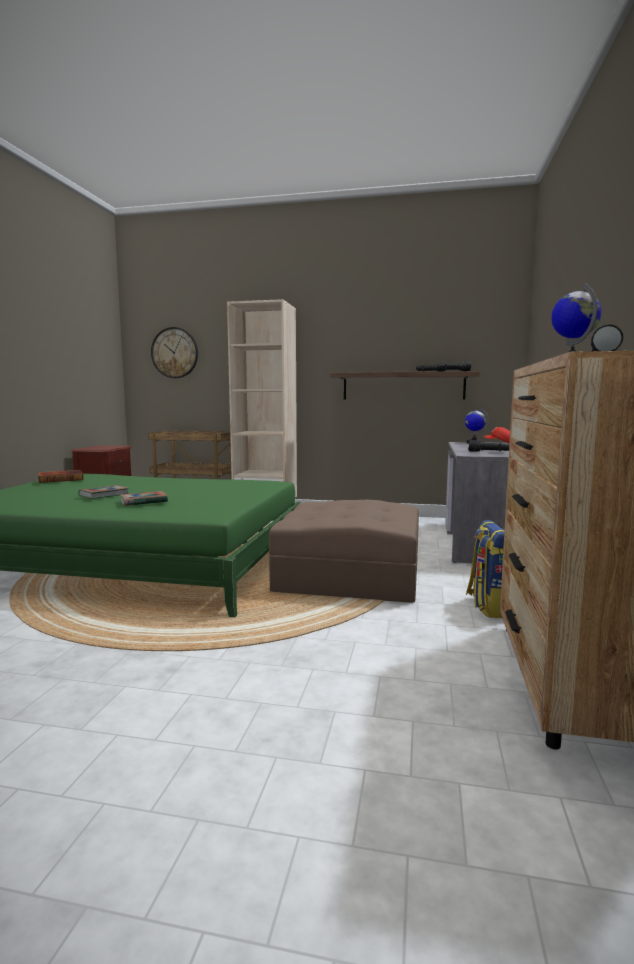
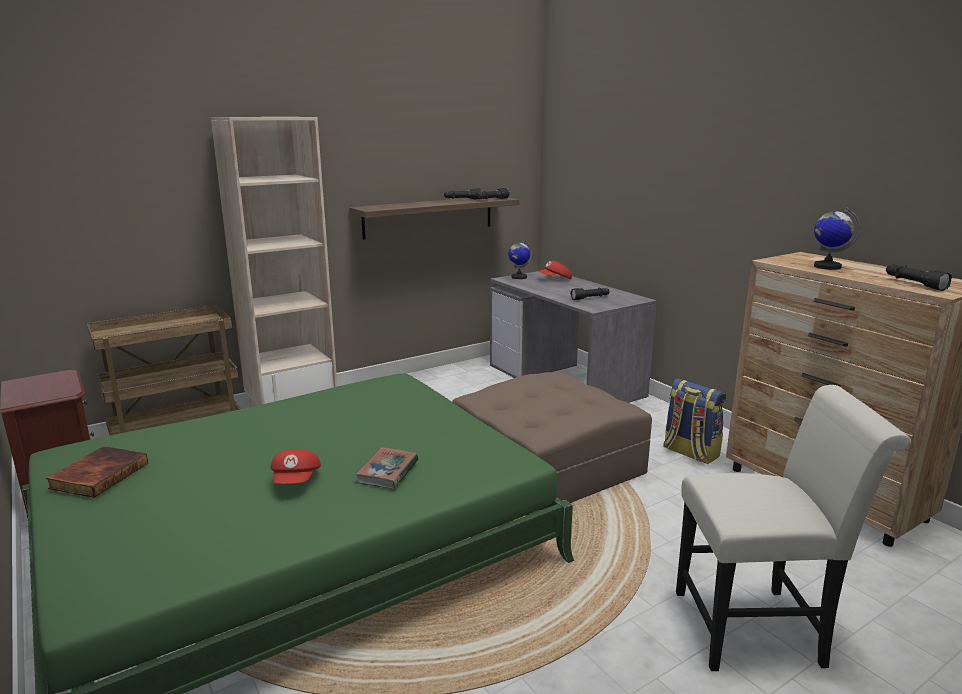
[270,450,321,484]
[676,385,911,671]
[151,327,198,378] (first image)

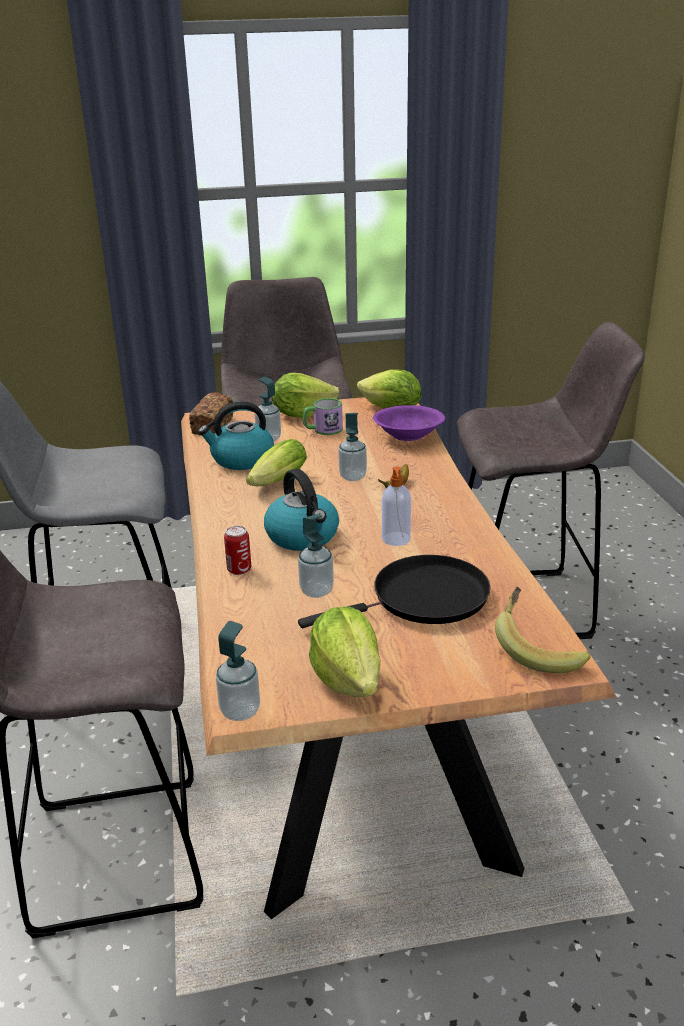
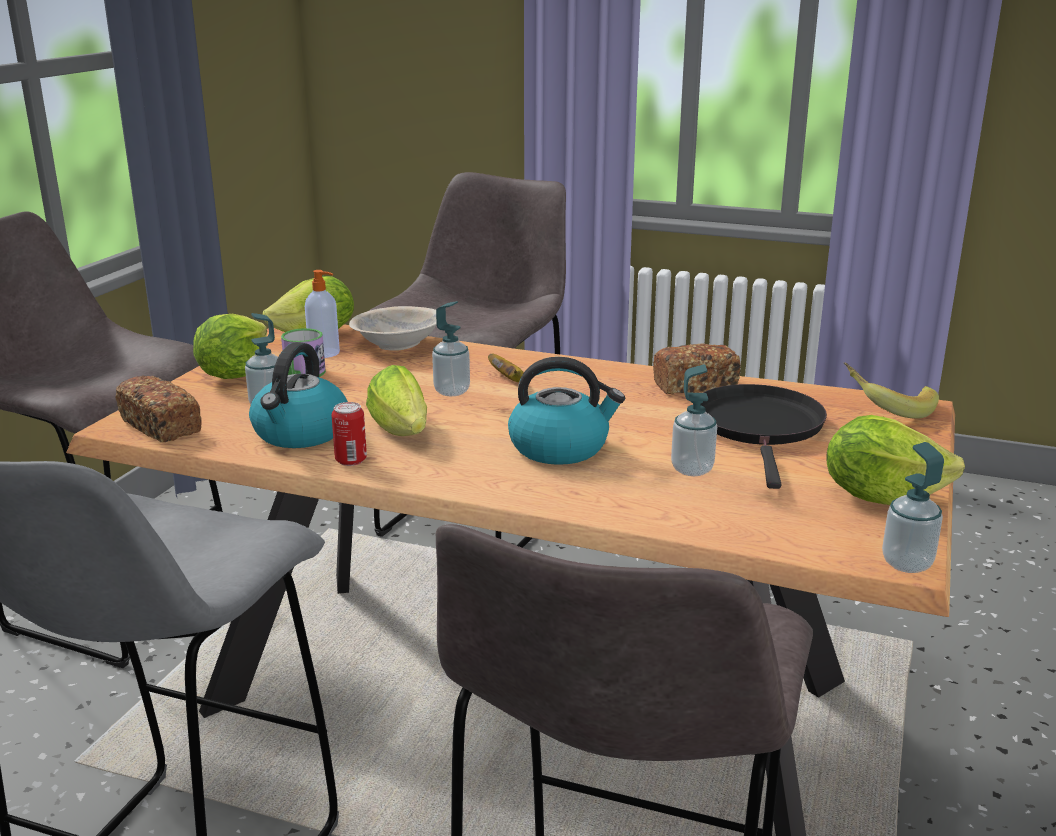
[305,270,340,358]
[332,402,367,466]
[349,306,437,351]
[653,343,741,395]

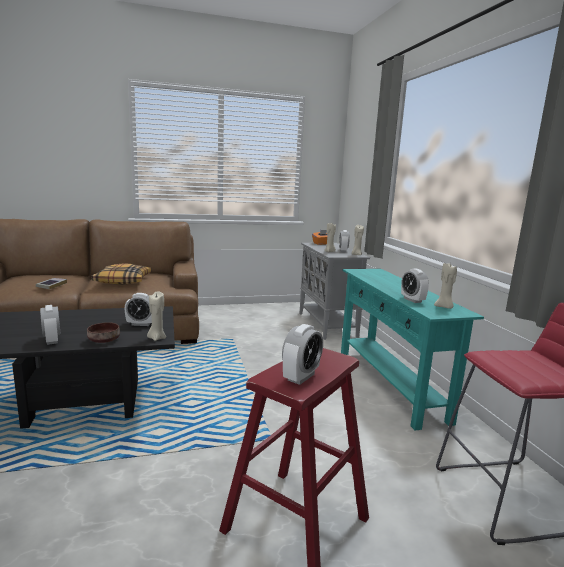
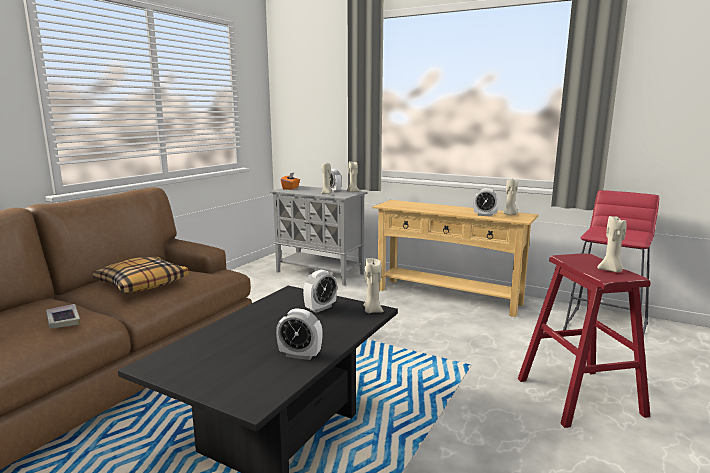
[372,200,539,317]
[597,215,627,273]
[87,322,120,343] (first image)

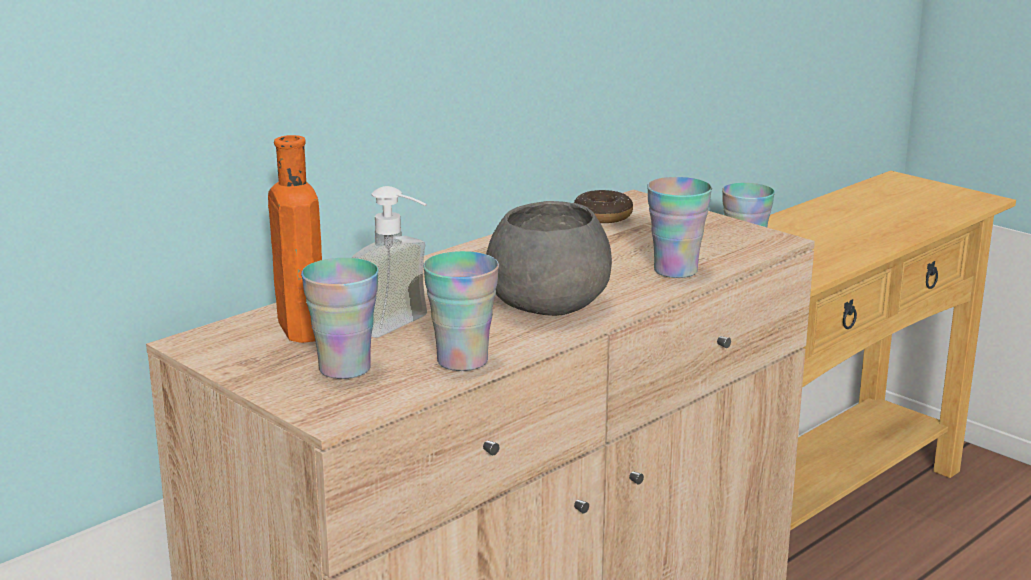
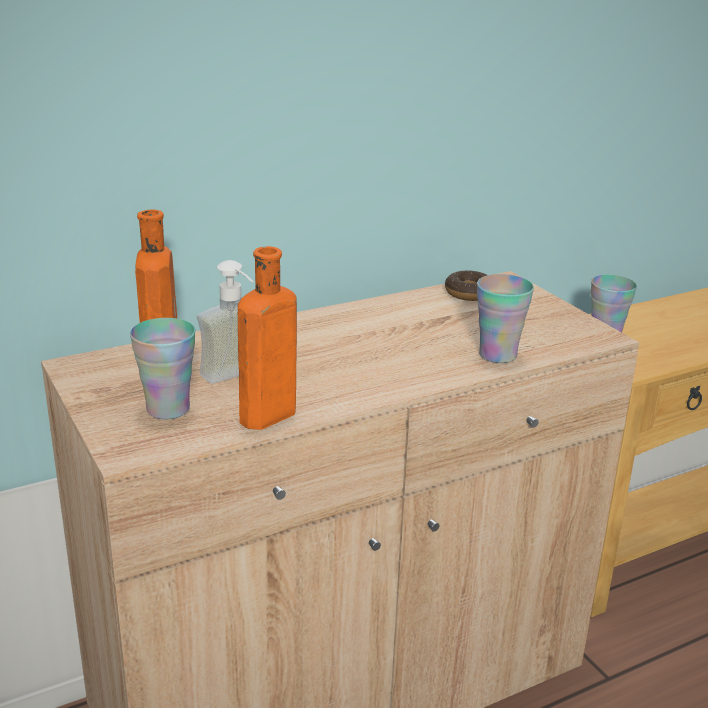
[238,246,297,430]
[486,201,612,316] (first image)

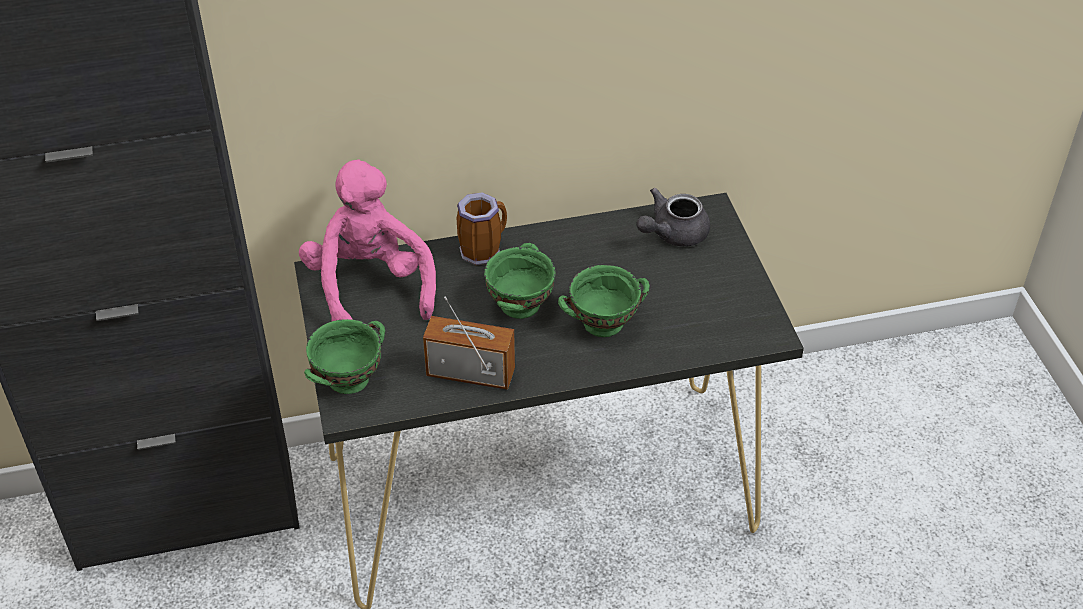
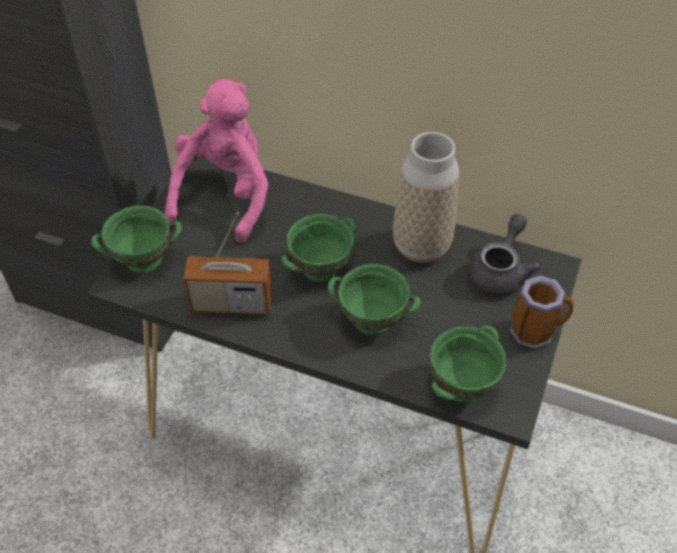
[183,212,272,315]
[393,132,459,263]
[430,325,507,402]
[467,214,542,297]
[510,275,574,349]

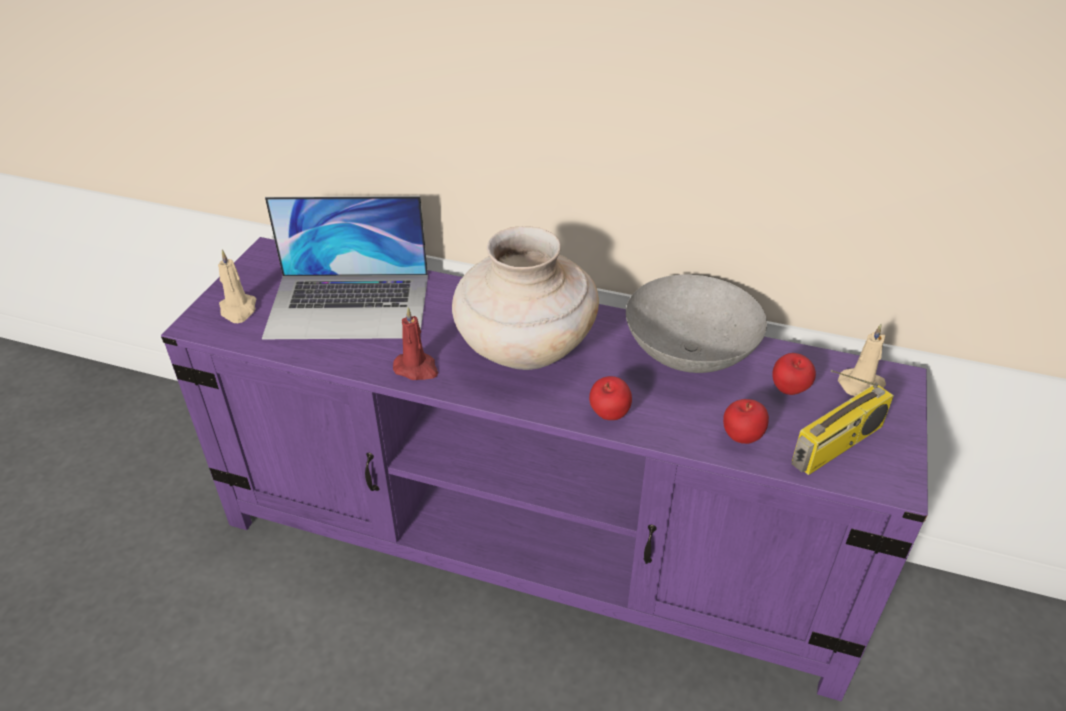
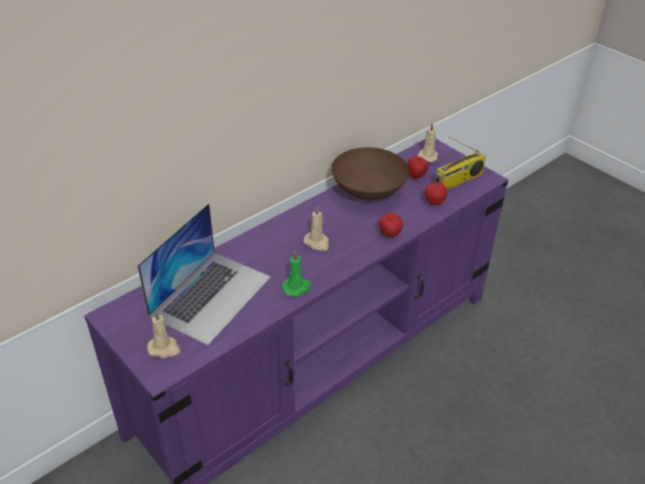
[282,251,311,297]
[303,207,329,251]
[331,147,409,200]
[435,137,486,190]

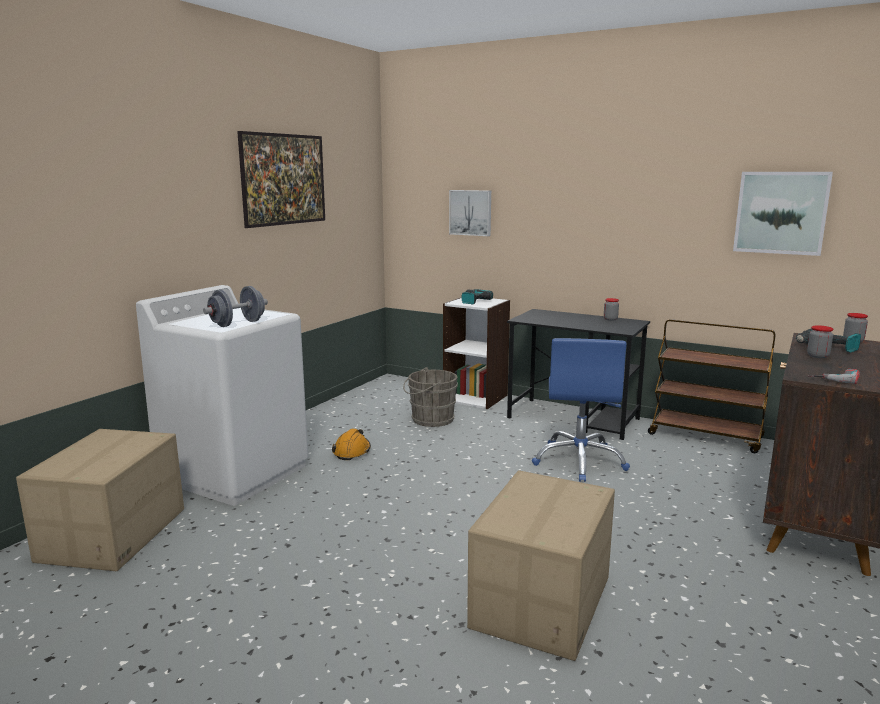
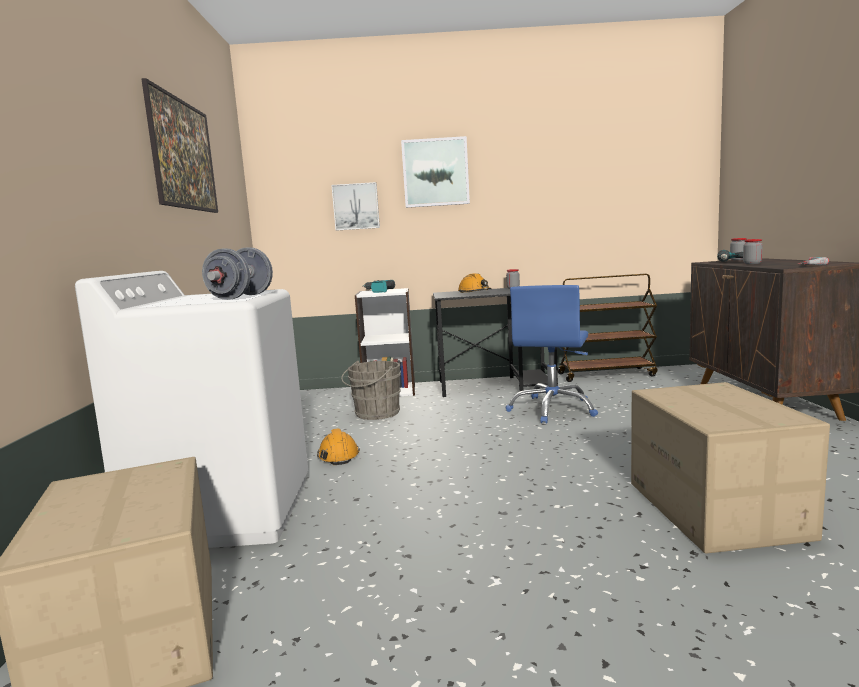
[401,136,470,208]
[458,273,492,293]
[506,285,598,424]

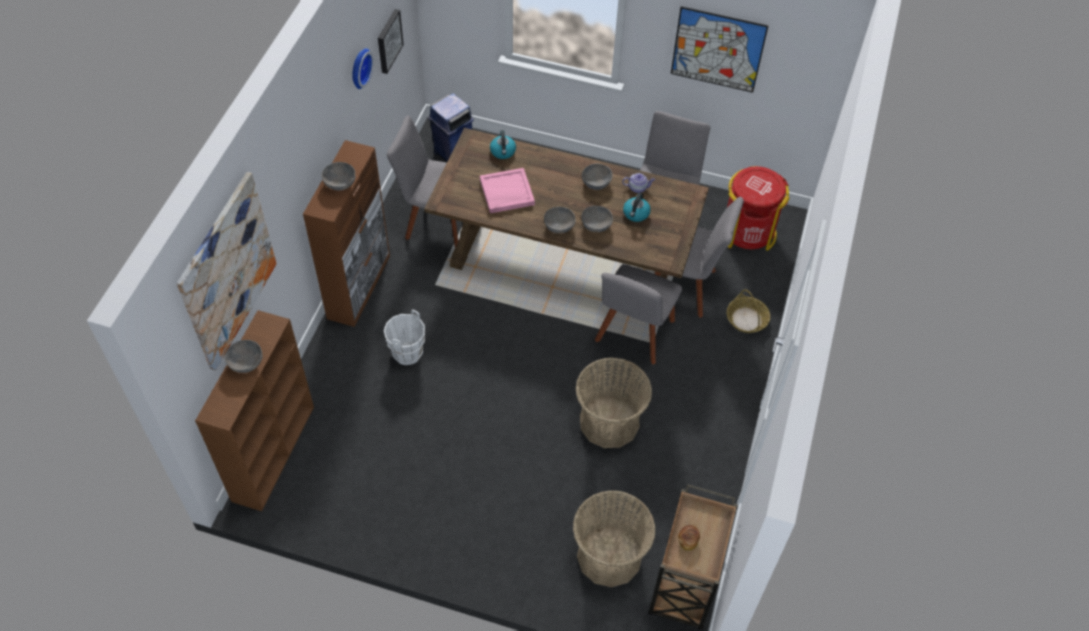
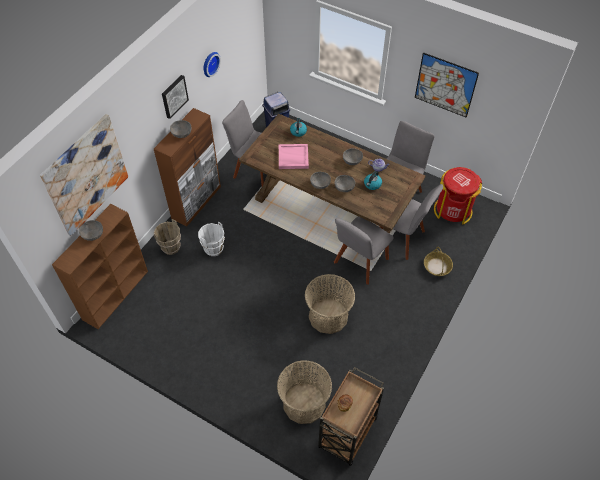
[154,219,181,255]
[162,75,189,119]

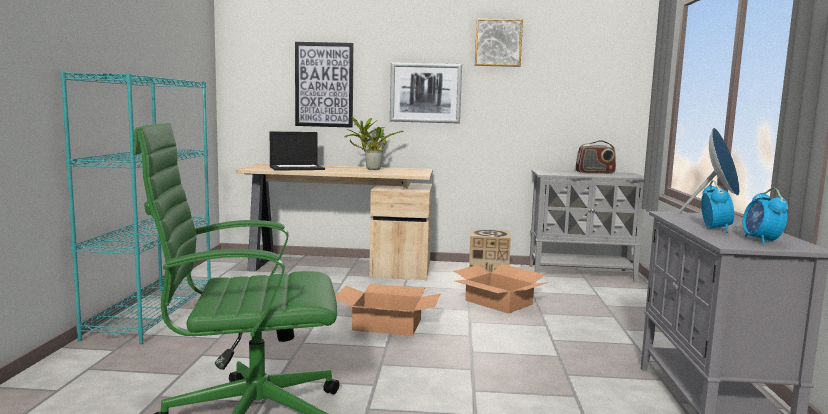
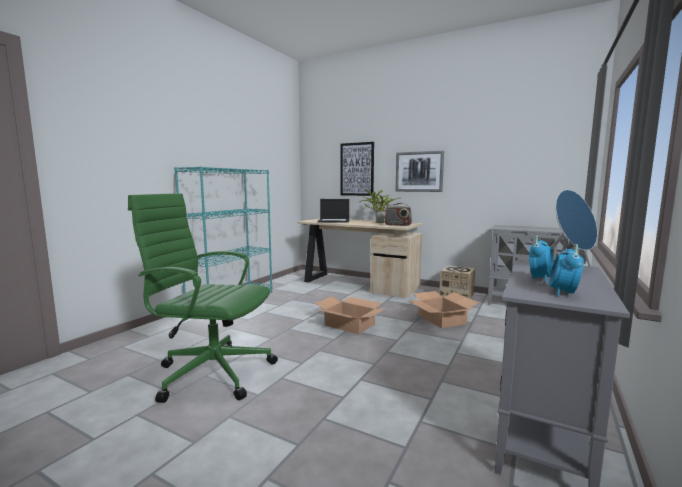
[385,203,412,226]
[475,18,523,67] (first image)

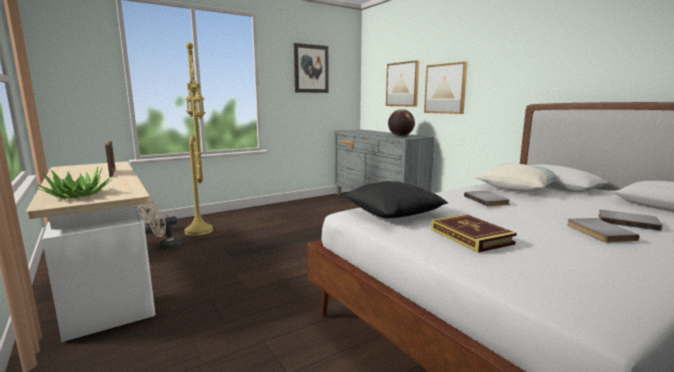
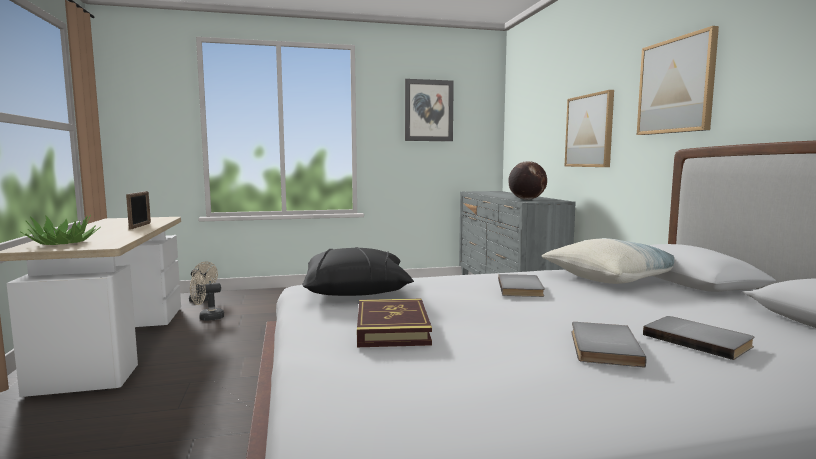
[637,26,719,135]
[184,42,213,236] (first image)

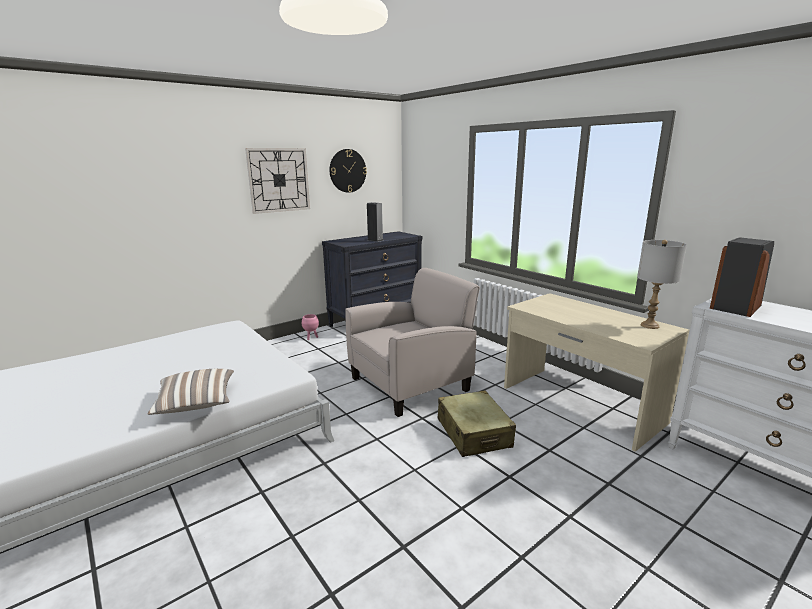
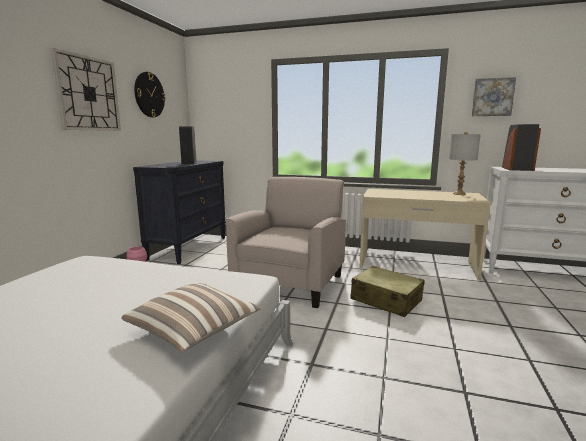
[471,77,516,116]

